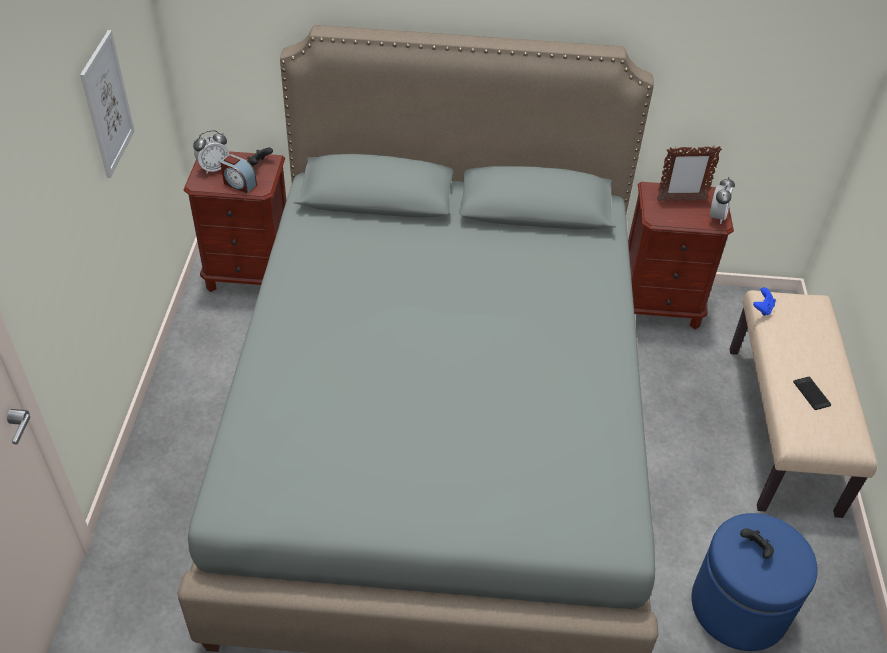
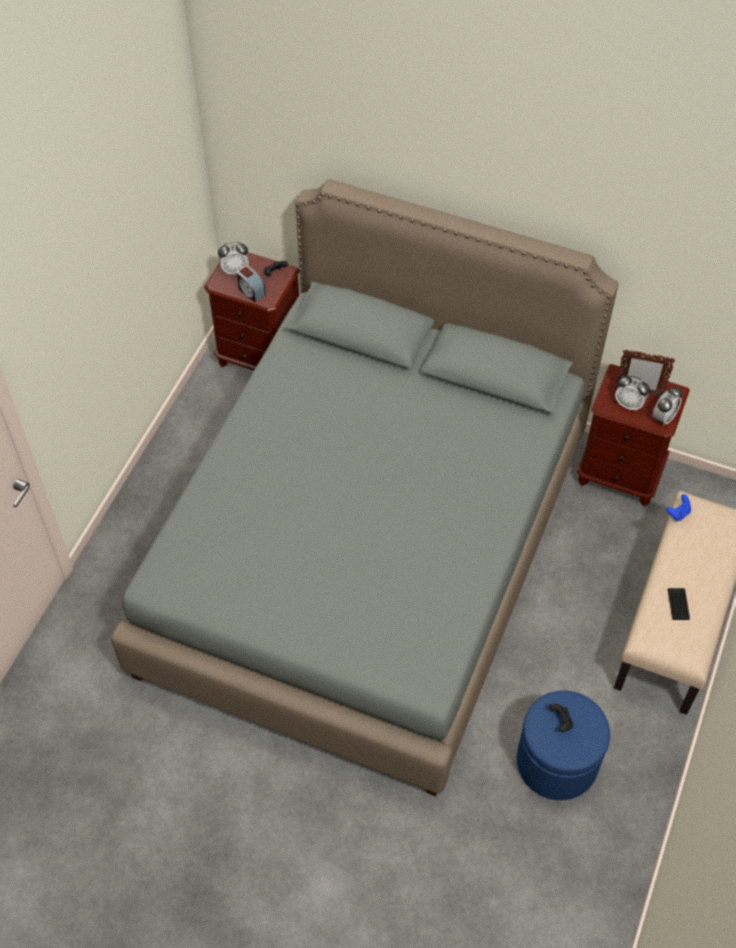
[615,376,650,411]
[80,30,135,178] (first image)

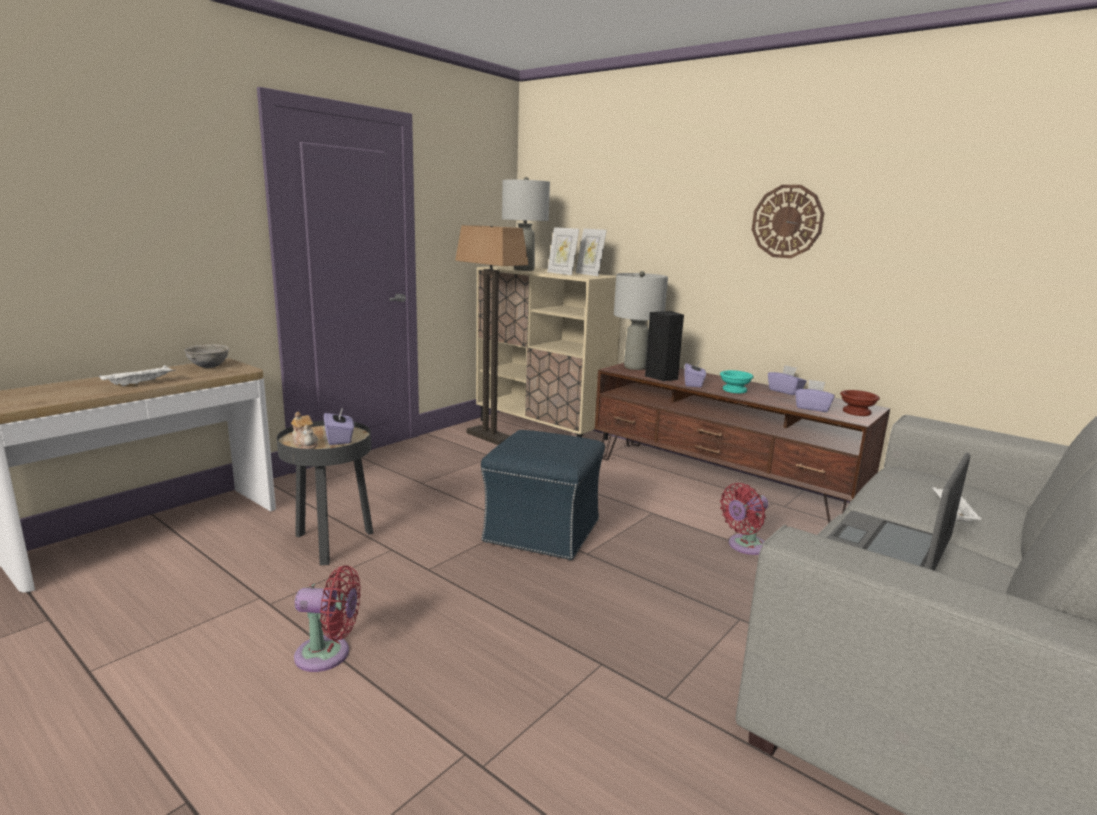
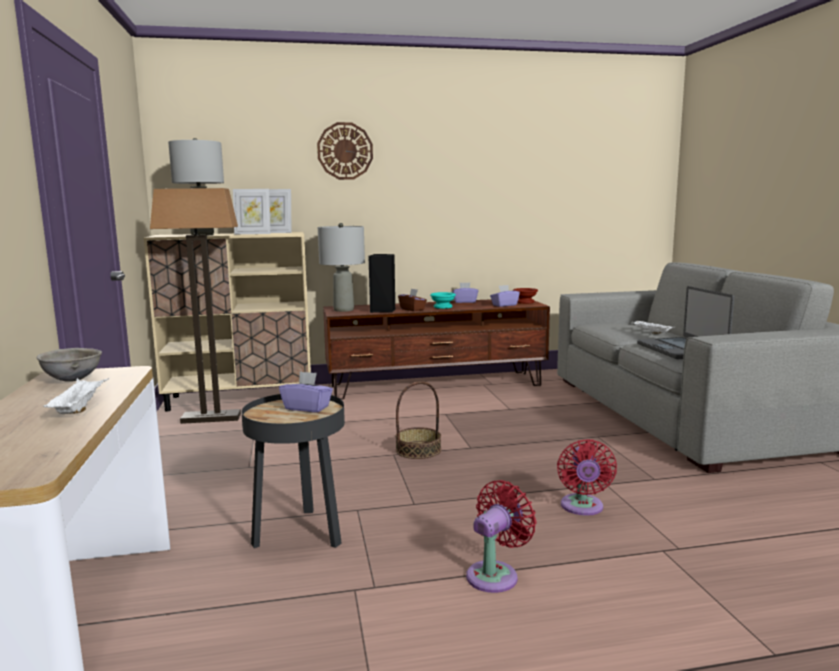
[317,122,373,180]
[395,381,441,459]
[398,288,427,311]
[557,439,617,516]
[291,412,318,449] (first image)

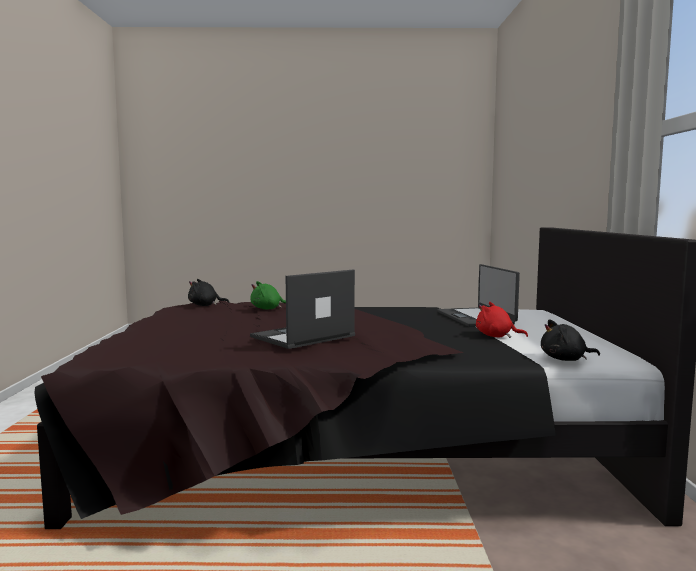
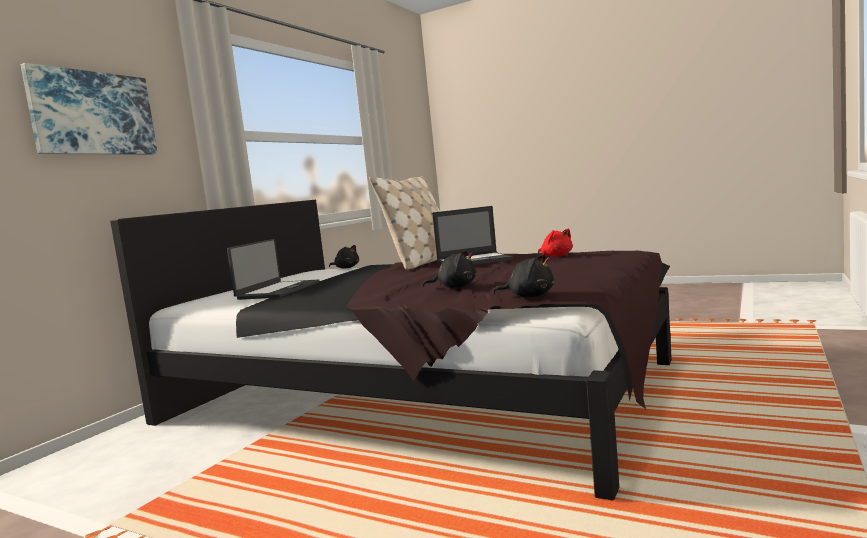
[21,63,158,154]
[369,176,440,270]
[422,250,476,288]
[538,228,573,257]

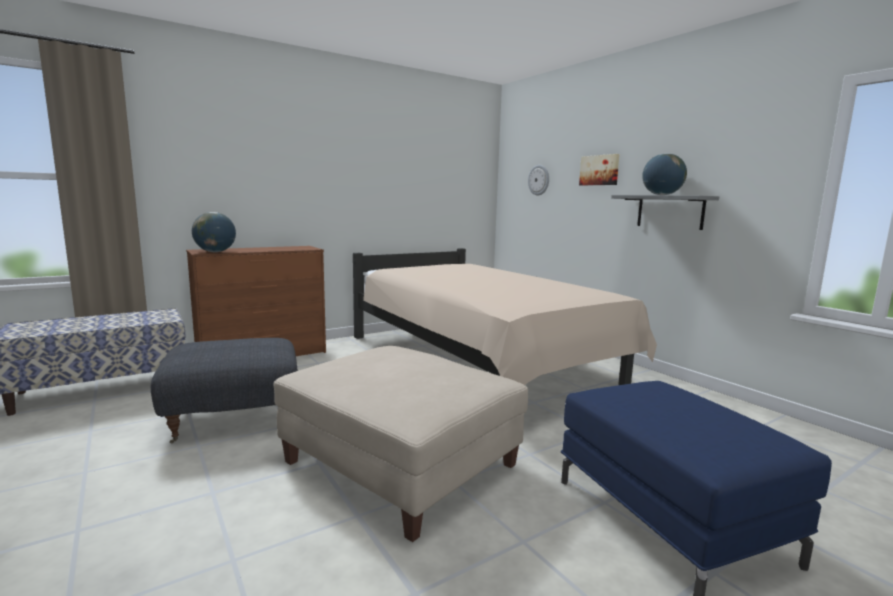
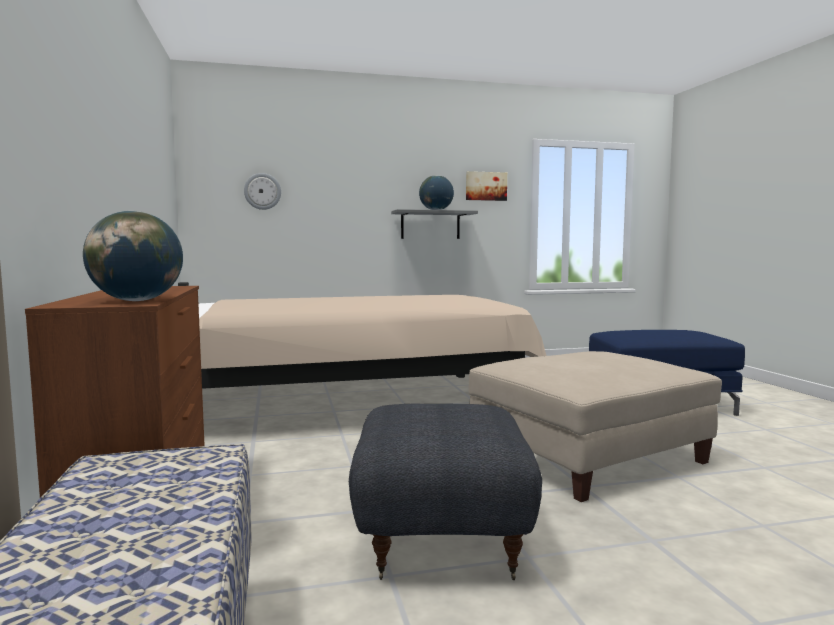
[466,171,507,201]

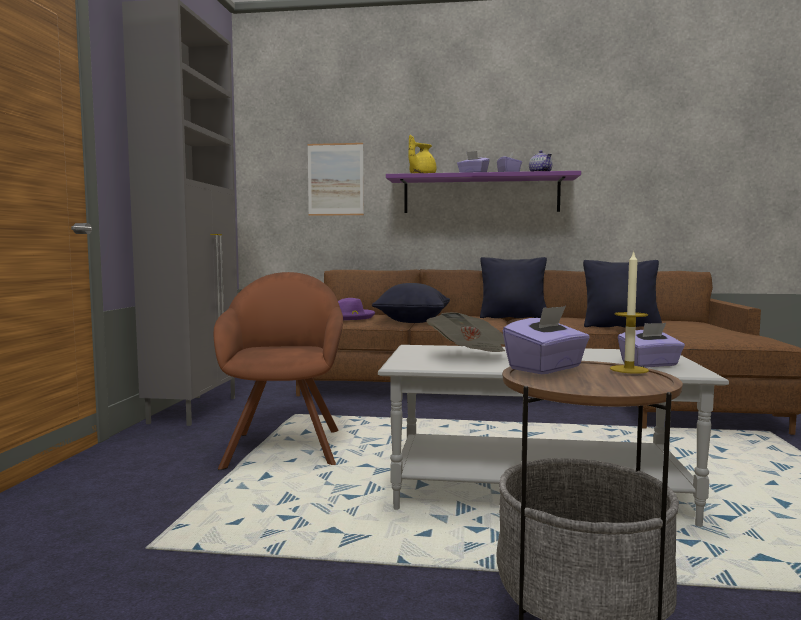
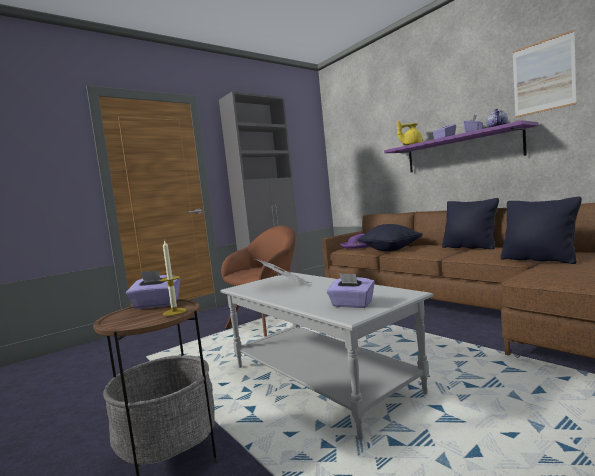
[512,30,577,118]

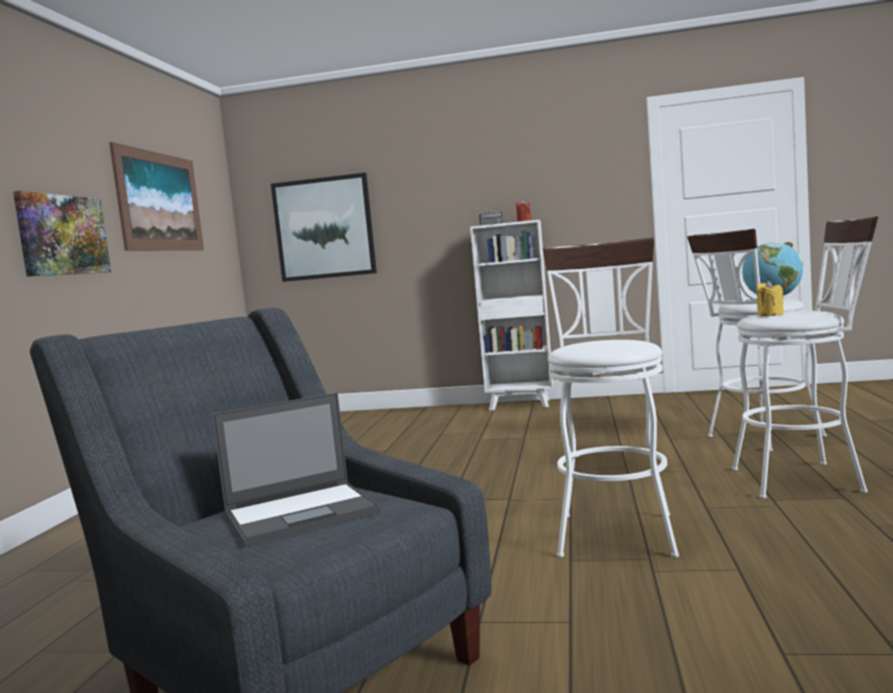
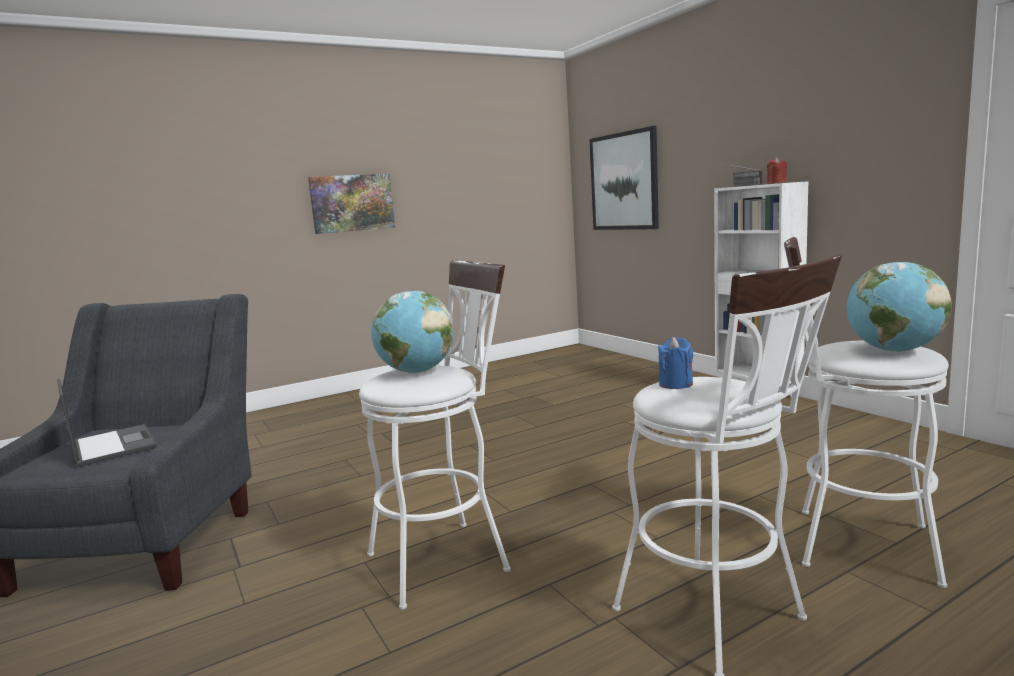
[57,378,157,468]
[371,291,454,373]
[657,337,693,389]
[109,142,204,250] (first image)

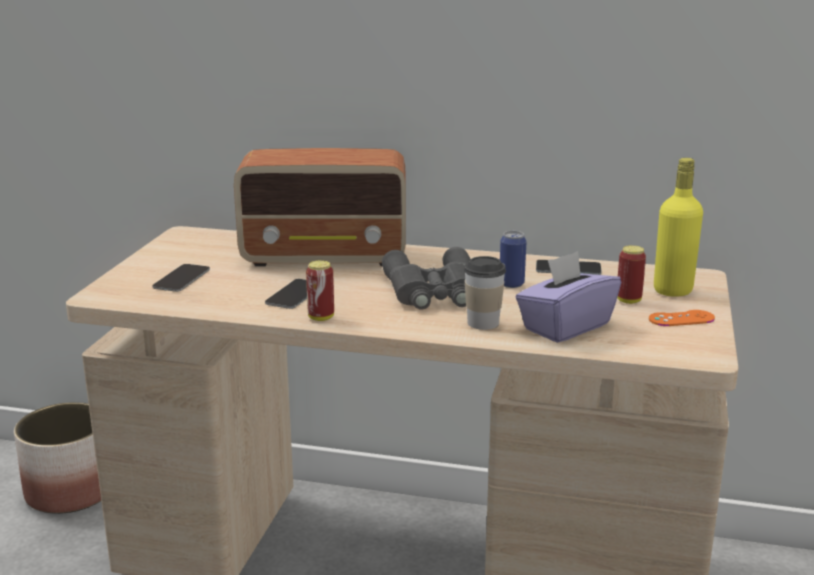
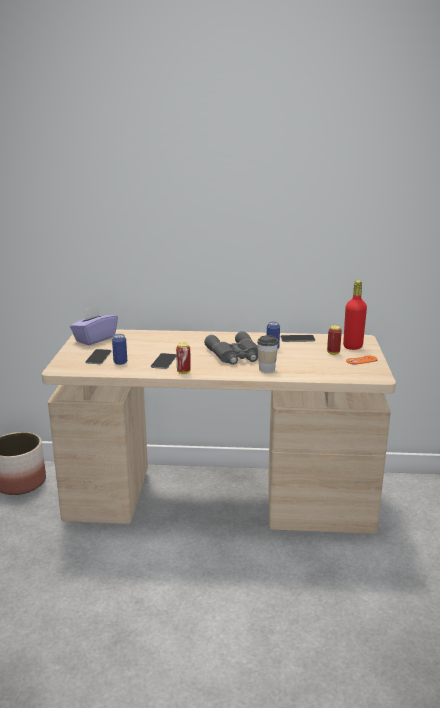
[70,305,118,345]
[112,334,127,365]
[343,280,367,350]
[234,148,406,267] (first image)

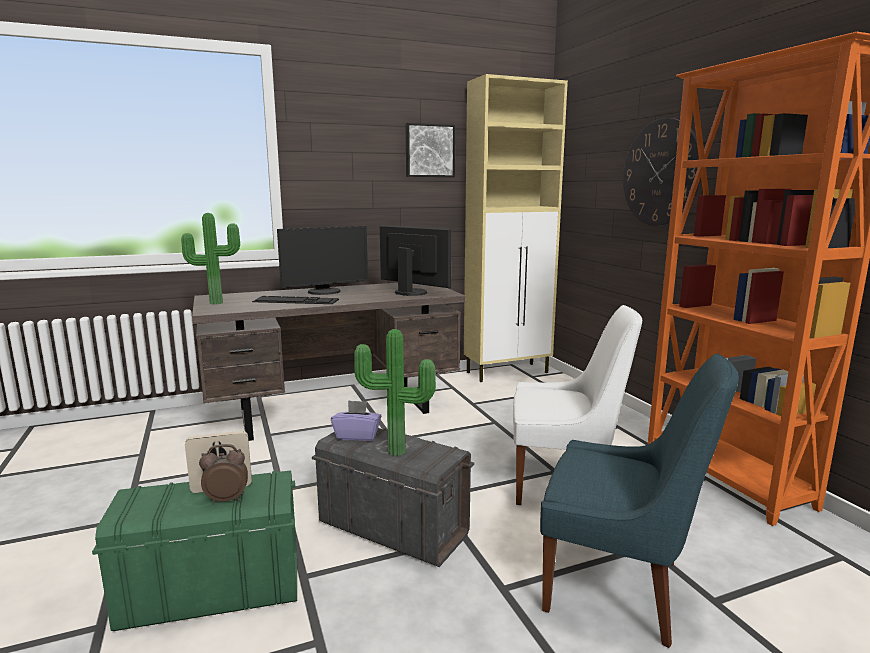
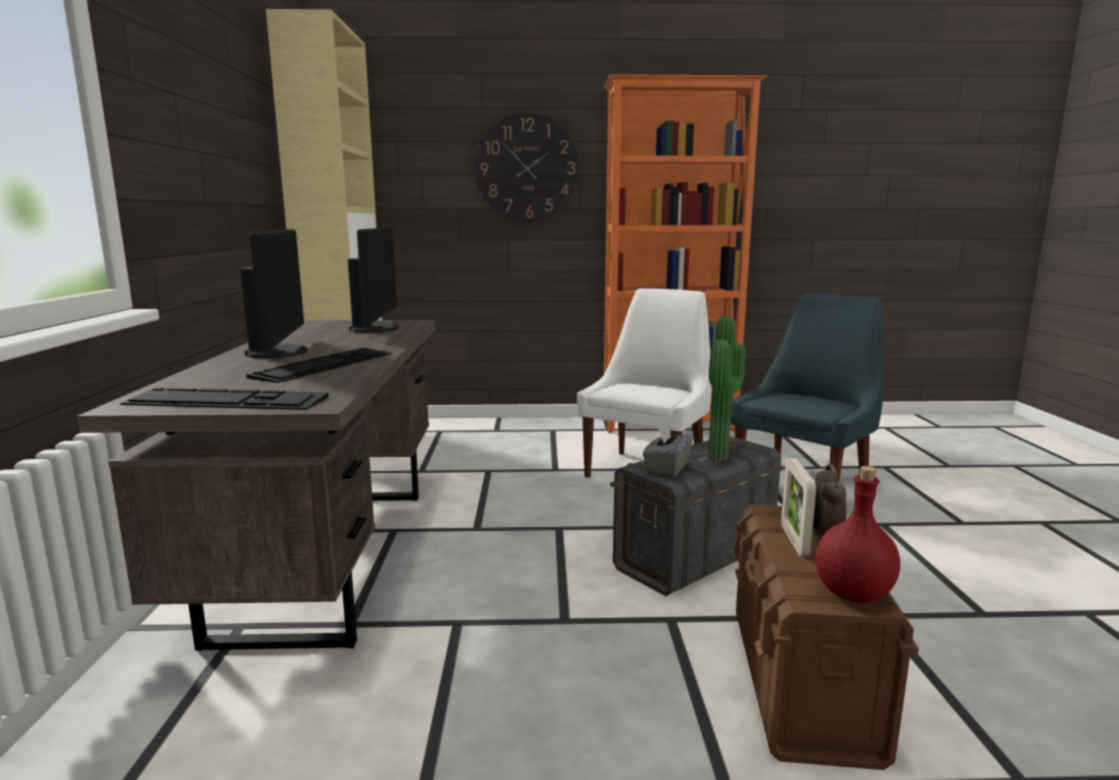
[120,388,329,410]
[348,227,399,333]
[643,422,693,477]
[735,505,919,770]
[816,466,900,603]
[405,123,455,177] (first image)

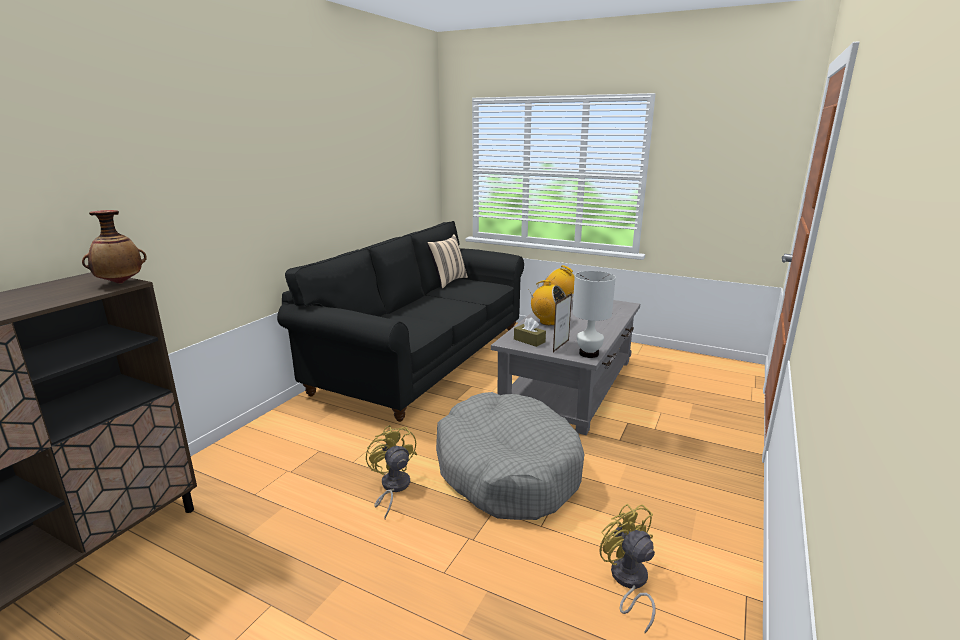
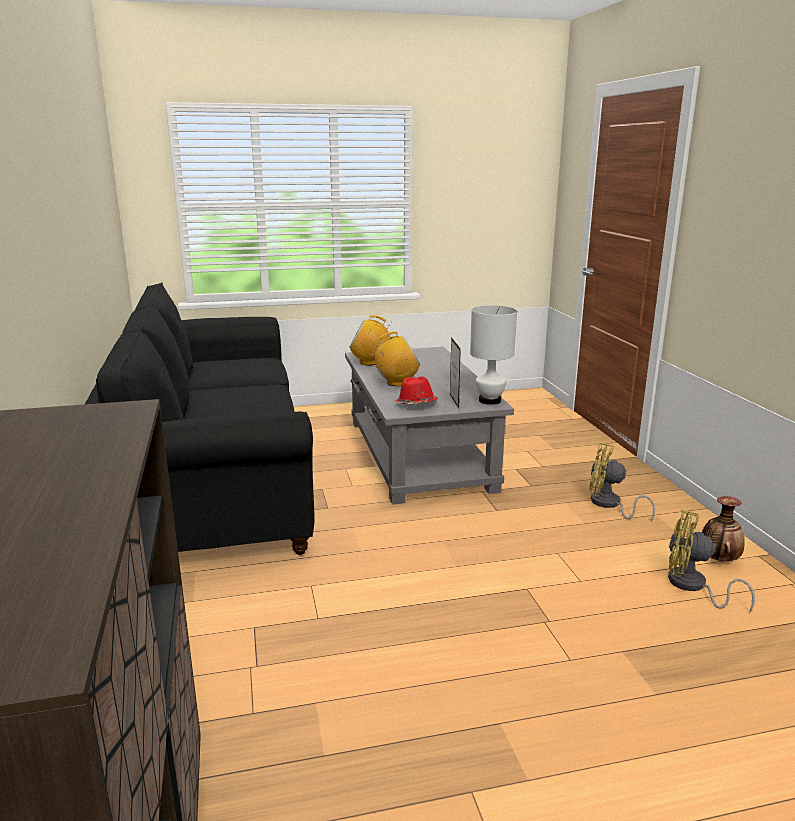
[394,376,438,404]
[589,443,655,521]
[702,496,745,561]
[427,234,468,289] (first image)
[436,392,585,520] (first image)

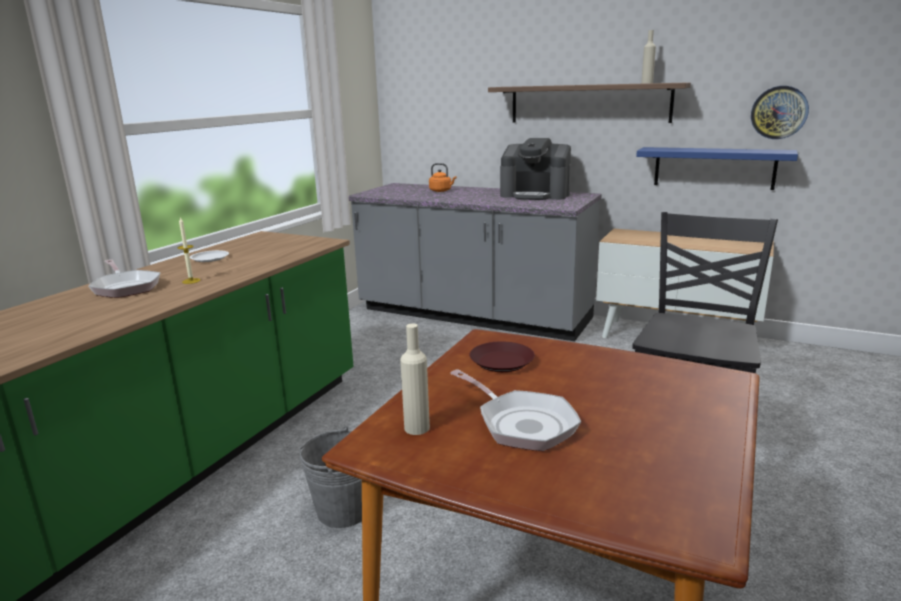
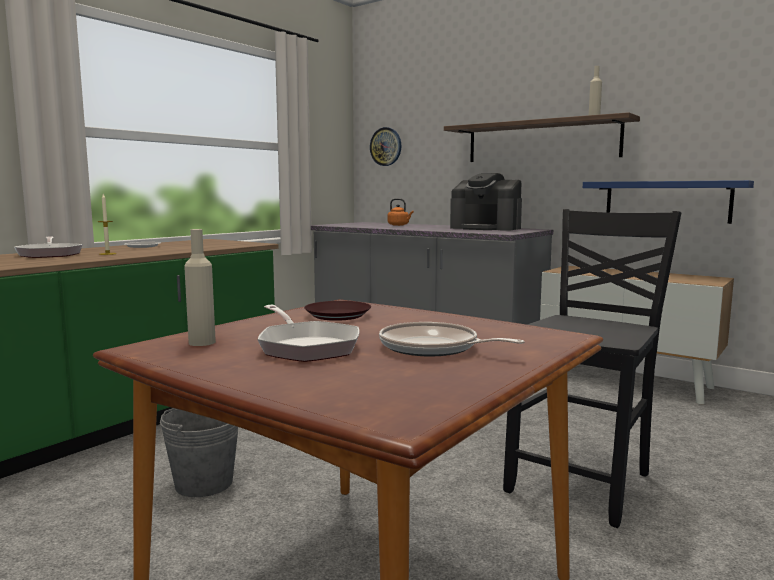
[370,127,401,166]
[379,322,525,357]

